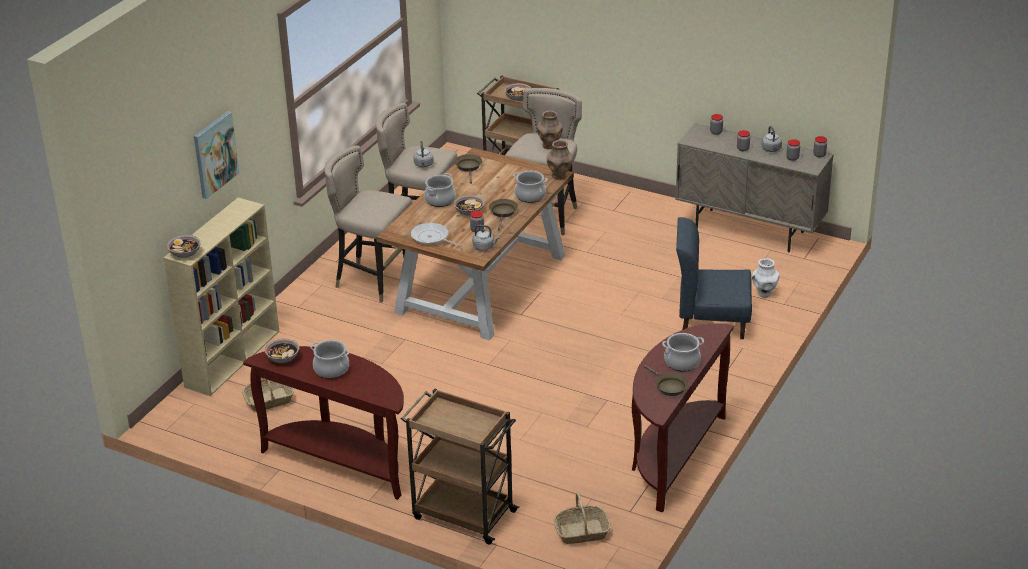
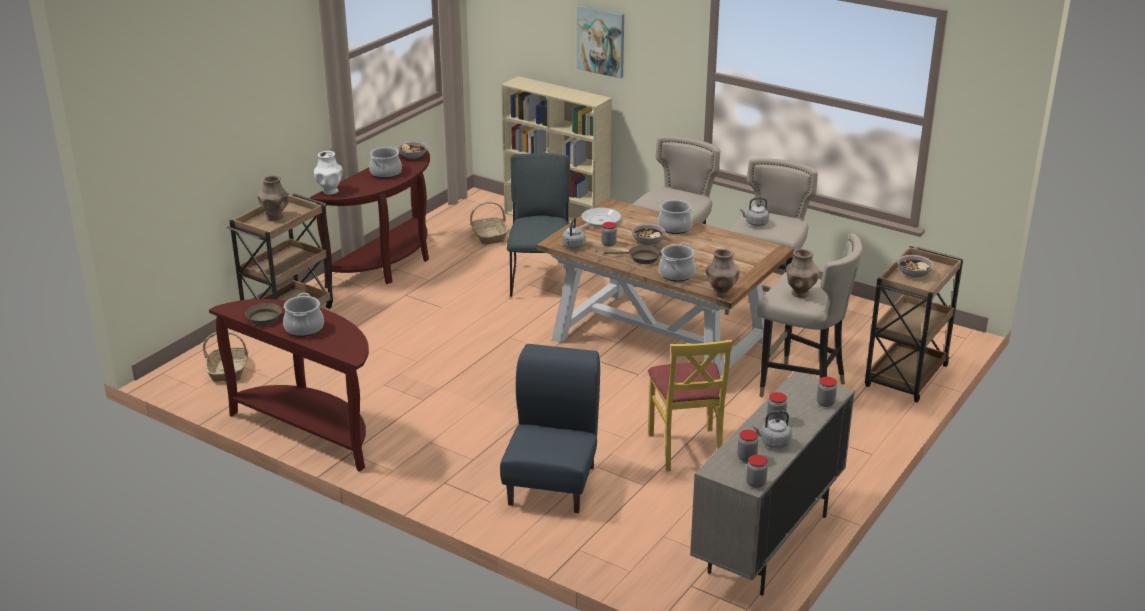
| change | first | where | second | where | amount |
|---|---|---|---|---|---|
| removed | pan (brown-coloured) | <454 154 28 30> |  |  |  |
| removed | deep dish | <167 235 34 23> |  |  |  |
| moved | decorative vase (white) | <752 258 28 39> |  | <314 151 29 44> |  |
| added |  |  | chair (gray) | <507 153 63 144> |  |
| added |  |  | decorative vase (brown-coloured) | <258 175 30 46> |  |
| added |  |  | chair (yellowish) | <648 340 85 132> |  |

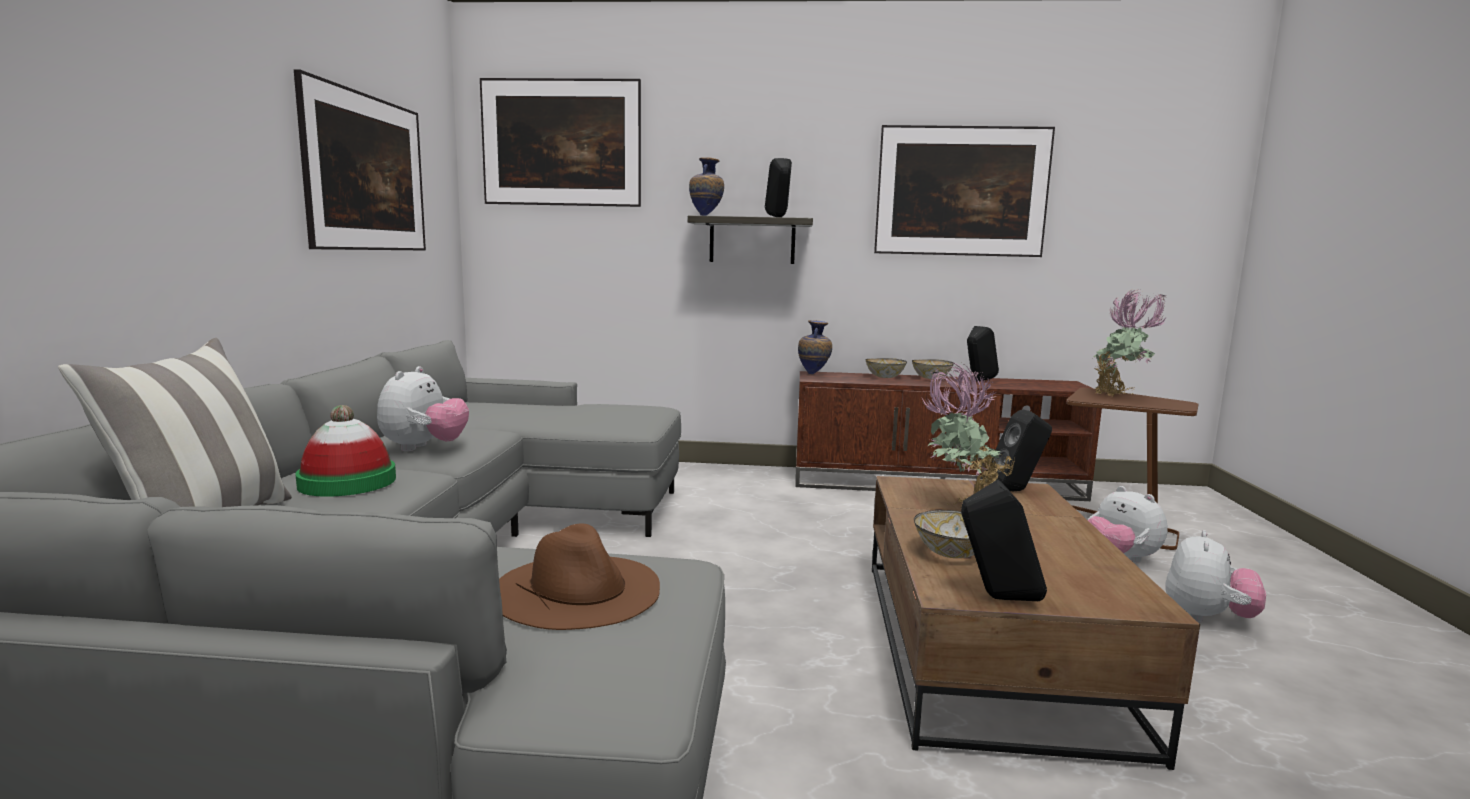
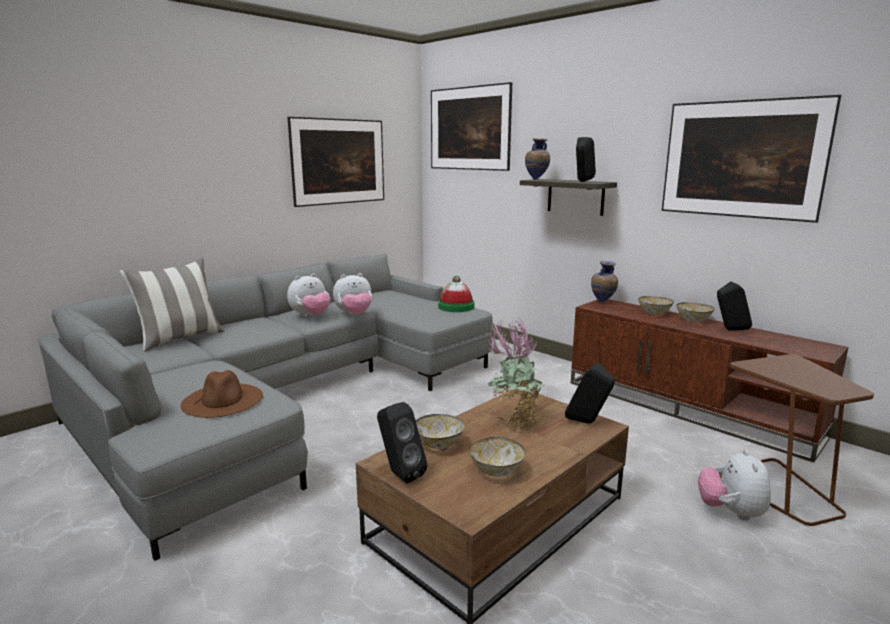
| change | first | where | second | where | amount |
|---|---|---|---|---|---|
| removed | plant in a pot | <1093 290 75 106> |  |  |  |
| moved | clothing hat | <295 405 101 92> |  | <438 276 36 36> |  |
| moved | soft toy | <1165 530 101 92> |  | <333 273 39 42> |  |
| added |  |  | deep dish | <469 437 56 40> |  |

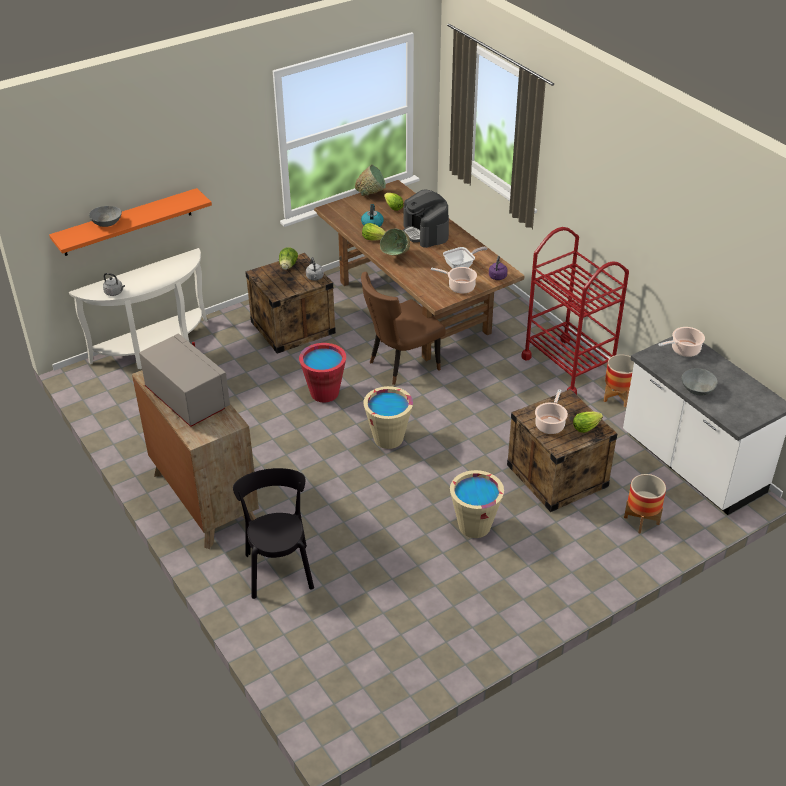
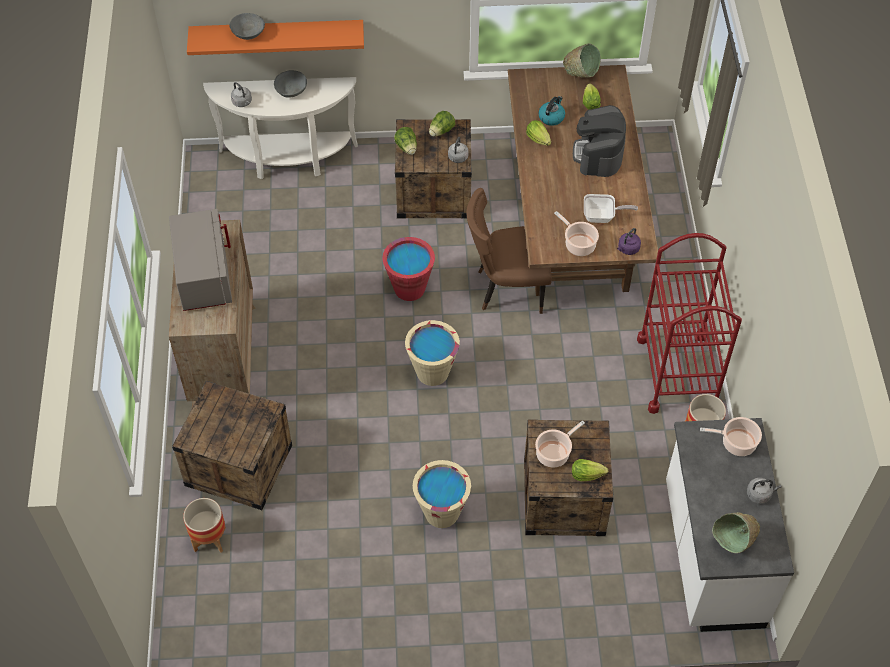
| change | first | where | second | where | amount |
|---|---|---|---|---|---|
| moved | deep dish (greenish) | <380 229 30 27> |  | <712 513 48 40> |  |
| moved | deep dish (gray) | <682 368 36 28> |  | <274 70 33 28> |  |
| replaced | chair (black-coloured) | <233 468 81 131> | crate | <172 381 120 129> |  |
| moved | plant pot | <624 474 42 60> |  | <183 498 43 55> |  |
| added |  |  | head of lettuce | <394 127 23 28> |  |
| added |  |  | water kettle (gray) | <747 478 35 26> |  |

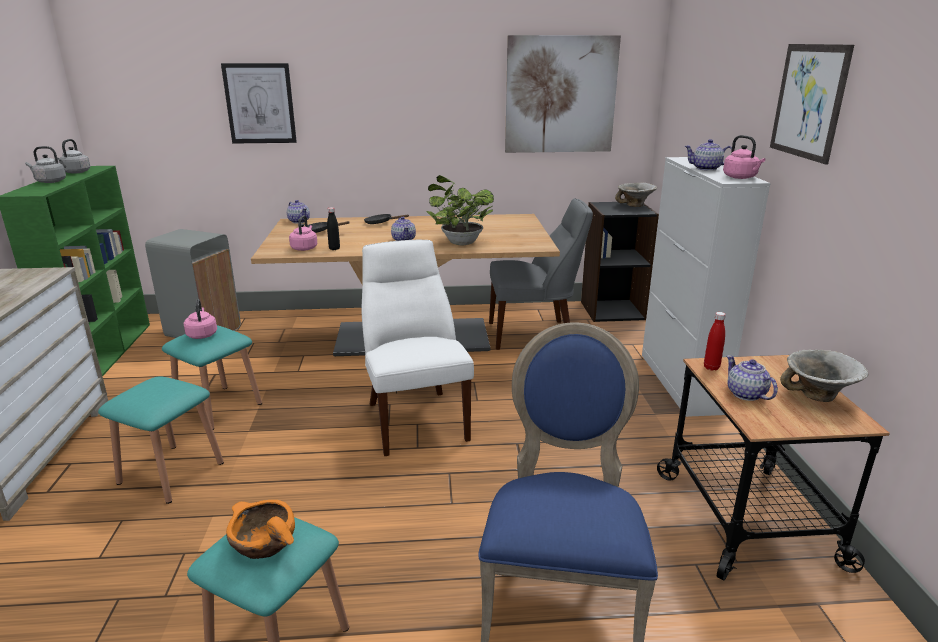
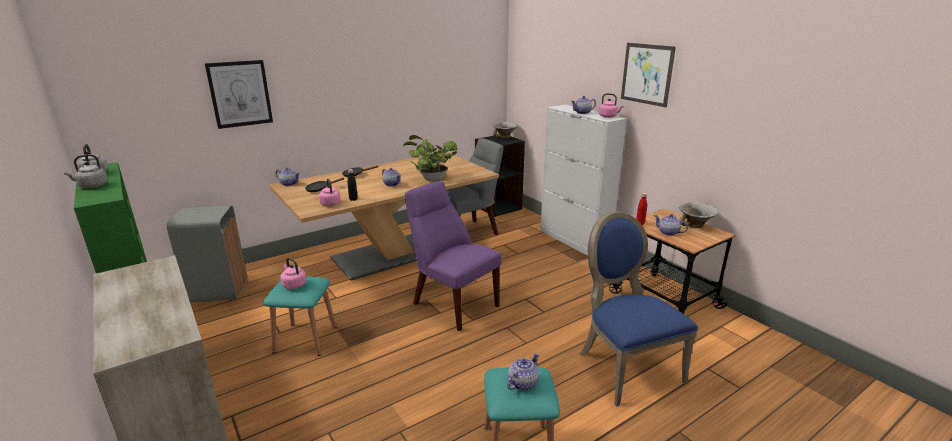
| change | first | where | second | where | amount |
|---|---|---|---|---|---|
| removed | picture | <505 35 116 118> |  |  |  |
| recoloured | chair (white) | <361 240 113 216> | chair (purplish) | <405 181 96 150> |  |
| removed | sitting stool (blue-green) | <98 376 126 128> |  |  |  |
| replaced | deep dish (orange-coloured) | <226 500 69 59> | tea pot | <507 353 32 37> |  |

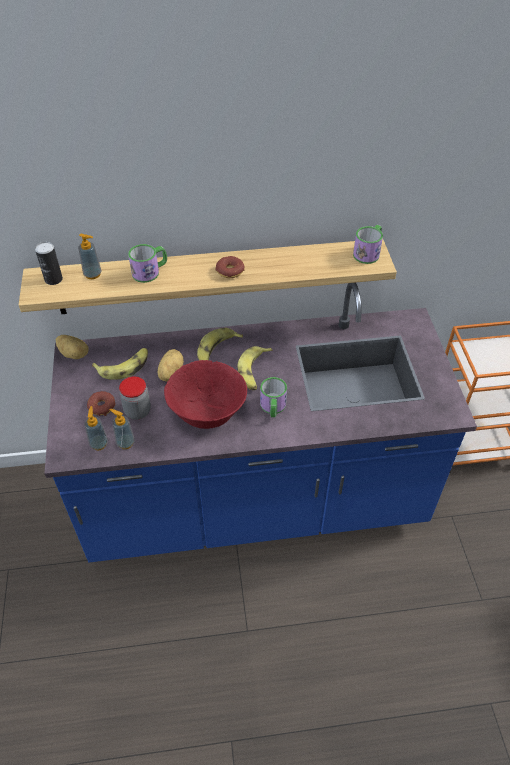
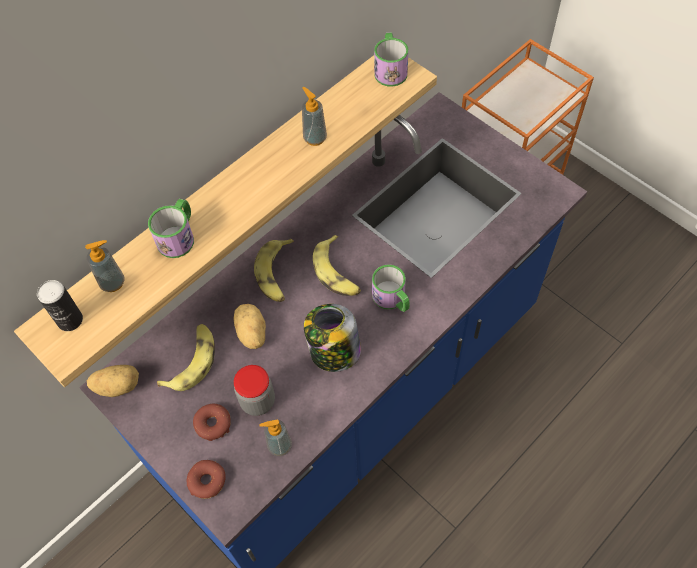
| change | first | where | second | where | amount |
|---|---|---|---|---|---|
| moved | donut | <215 256 30 22> |  | <187 460 39 39> |  |
| replaced | deep dish (reddish) | <164 360 83 69> | storage jar | <304 304 57 68> |  |
| moved | soap bottle | <84 406 24 44> |  | <302 87 25 59> |  |

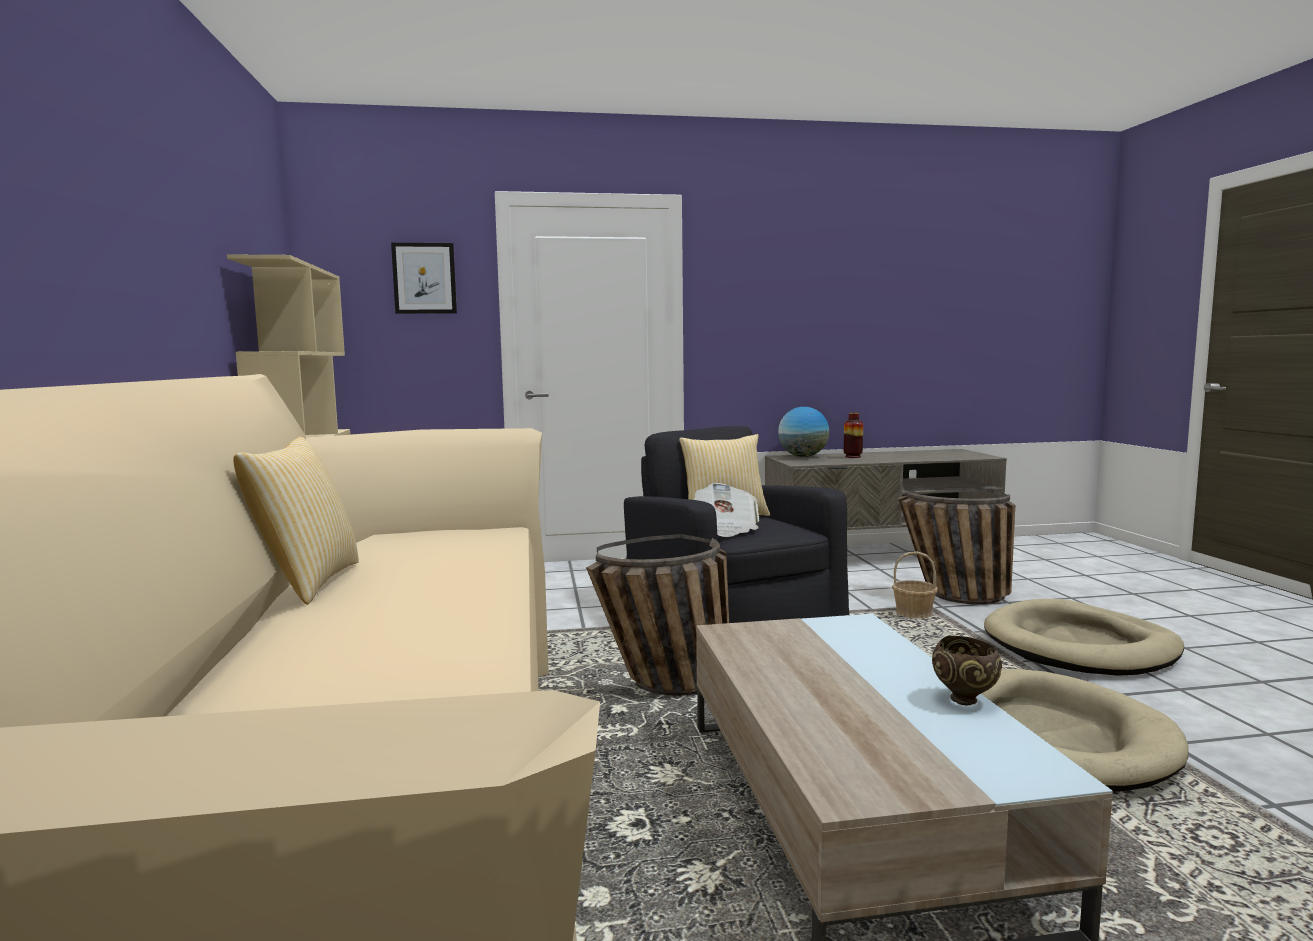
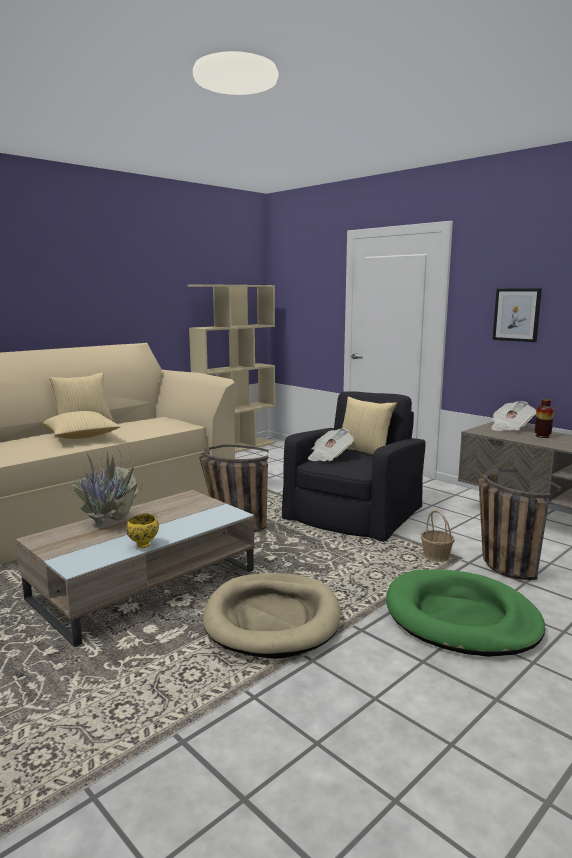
| change | first | where | second | where | amount |
|---|---|---|---|---|---|
| moved | picture | <391 243 66 71> |  | <493 289 49 53> |  |
| replaced | globe | <778 407 51 50> | daily paper | <491 401 45 30> |  |
| recoloured | dog cushion (beige-coloured) | <984 599 200 77> | dog cushion (greenish) | <386 569 159 88> |  |
| recoloured | deep dish (brown-coloured) | <932 636 70 69> | deep dish (yellowish) | <126 514 33 34> |  |
| added |  |  | pillow | <43 411 78 28> |  |
| added |  |  | plant in a pot | <69 441 74 103> |  |

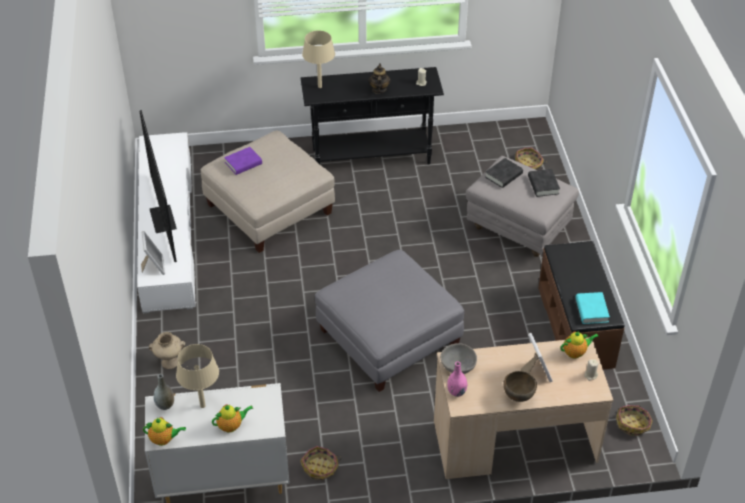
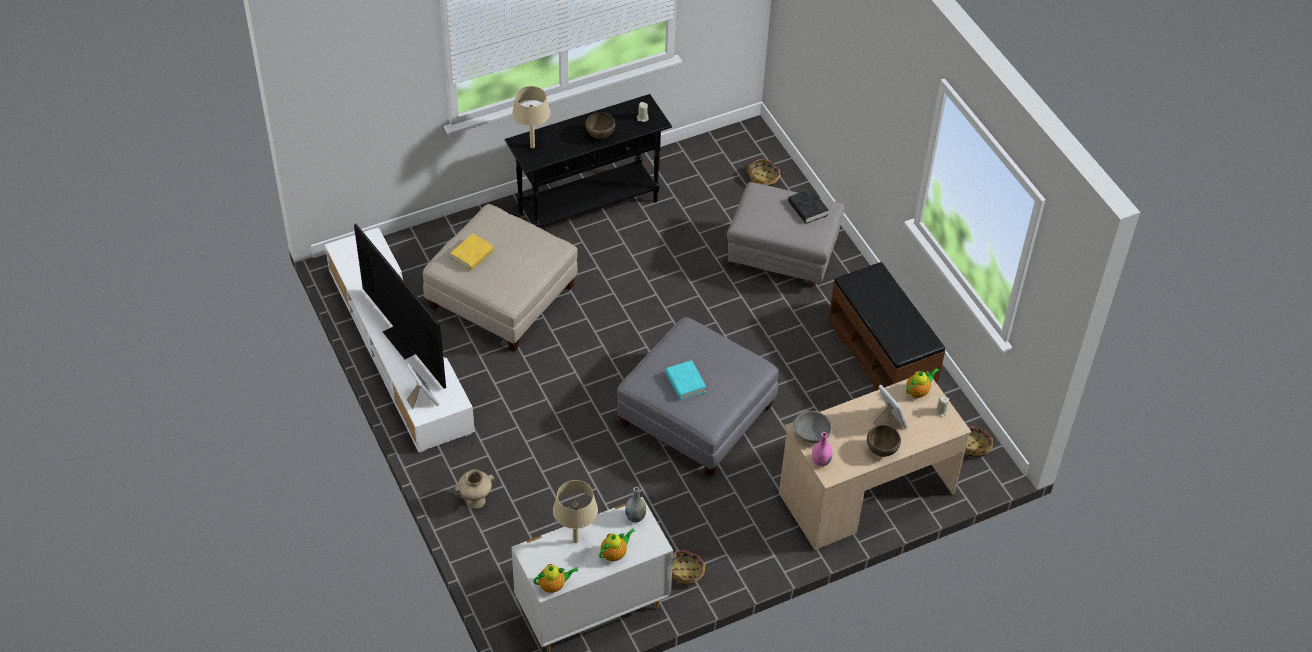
| change | first | where | second | where | amount |
|---|---|---|---|---|---|
| replaced | tea pot | <368 63 23 31> | deep dish (brown-coloured) | <585 112 30 27> |  |
| recoloured | bound book (purplish) | <224 147 38 28> | bound book (yellowish) | <450 234 44 37> |  |
| removed | bound book (black-coloured) | <485 158 38 30> |  |  |  |
| moved | bound book (blue-green) | <575 292 35 32> |  | <665 360 41 40> |  |
| moved | decorative vase (gray) | <154 374 20 36> |  | <625 487 21 35> |  |

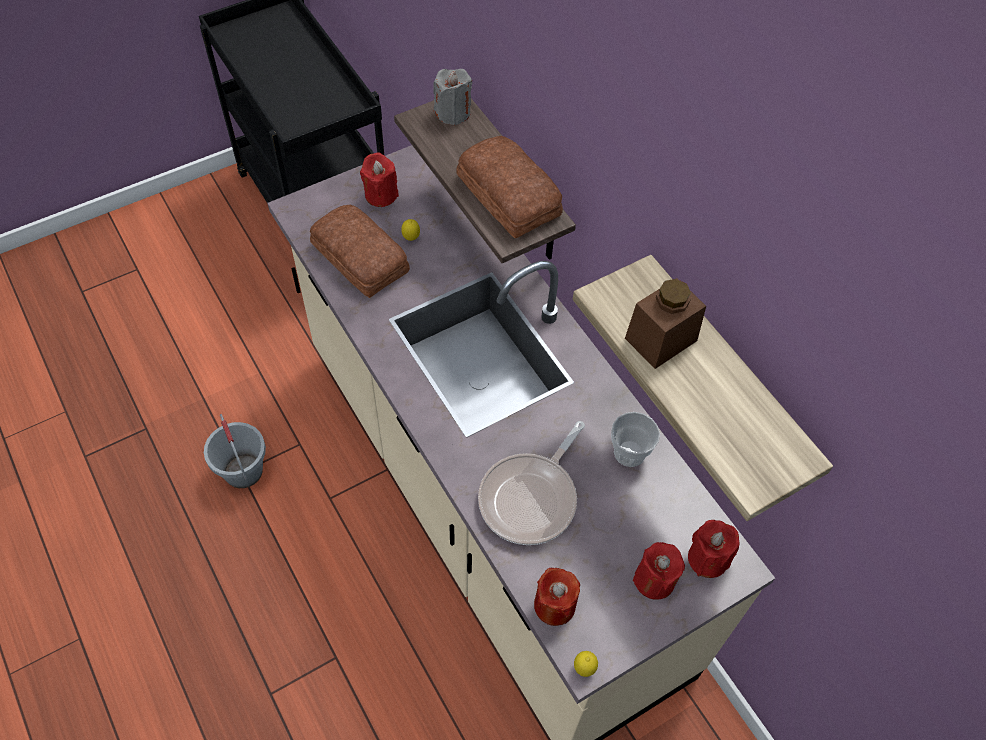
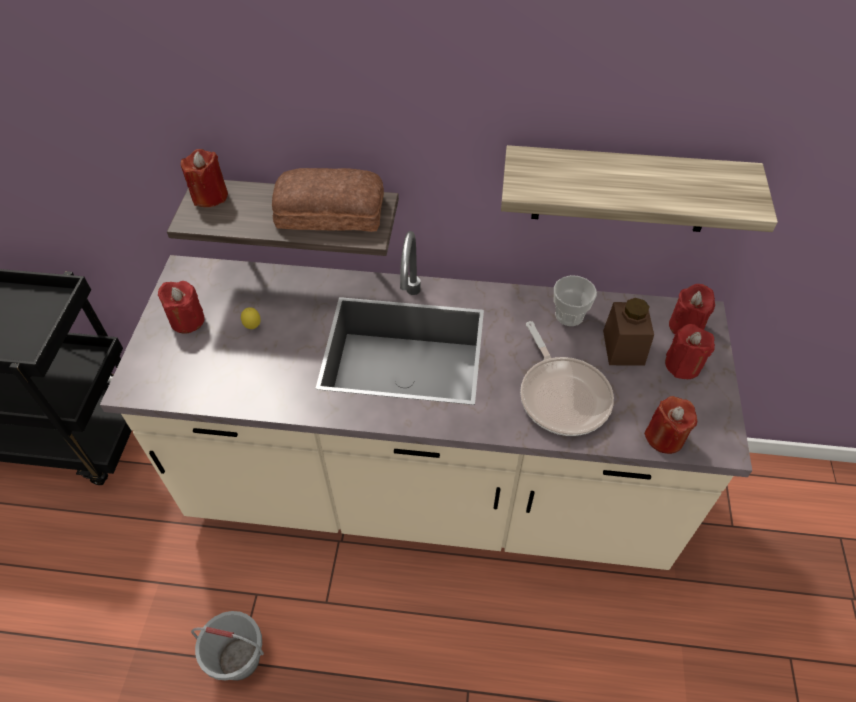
| change | first | where | second | where | amount |
|---|---|---|---|---|---|
| recoloured | candle (gray) | <433 69 39 56> | candle (reddish) | <181 149 47 58> |  |
| removed | baked bread | <310 205 100 93> |  |  |  |
| moved | storage jar (brown-coloured) | <625 278 81 91> |  | <603 298 51 68> |  |
| removed | whole lemon | <574 651 24 26> |  |  |  |

